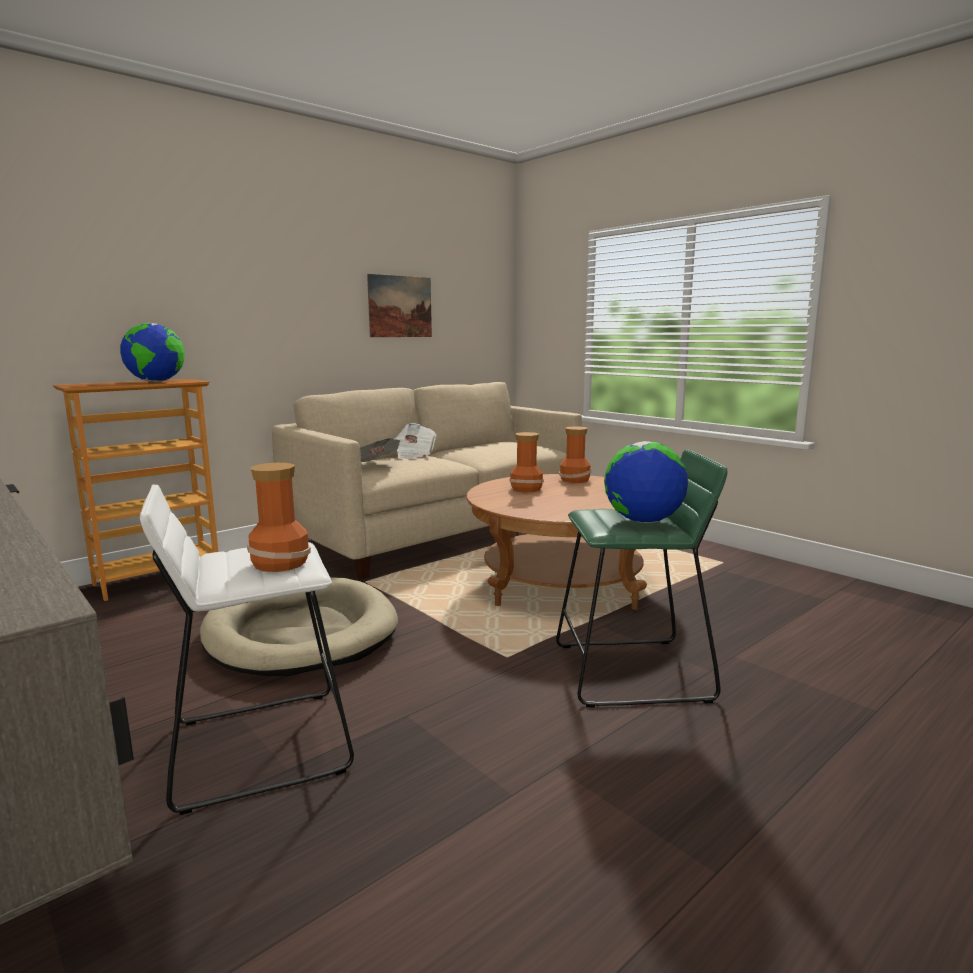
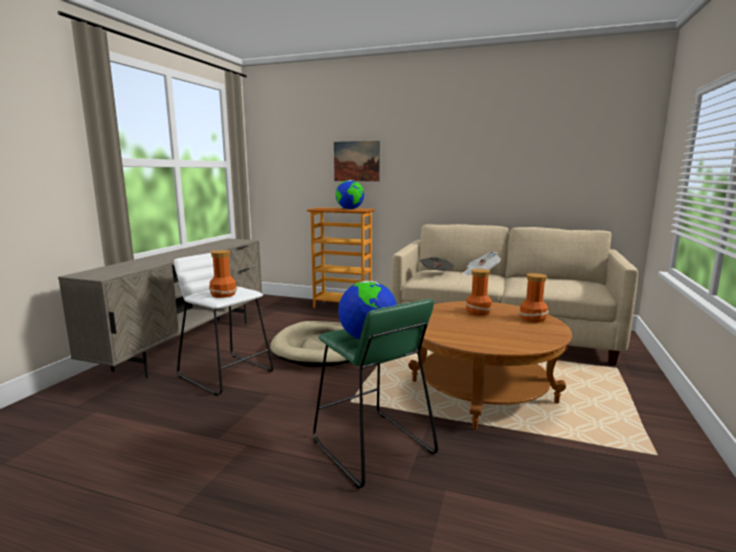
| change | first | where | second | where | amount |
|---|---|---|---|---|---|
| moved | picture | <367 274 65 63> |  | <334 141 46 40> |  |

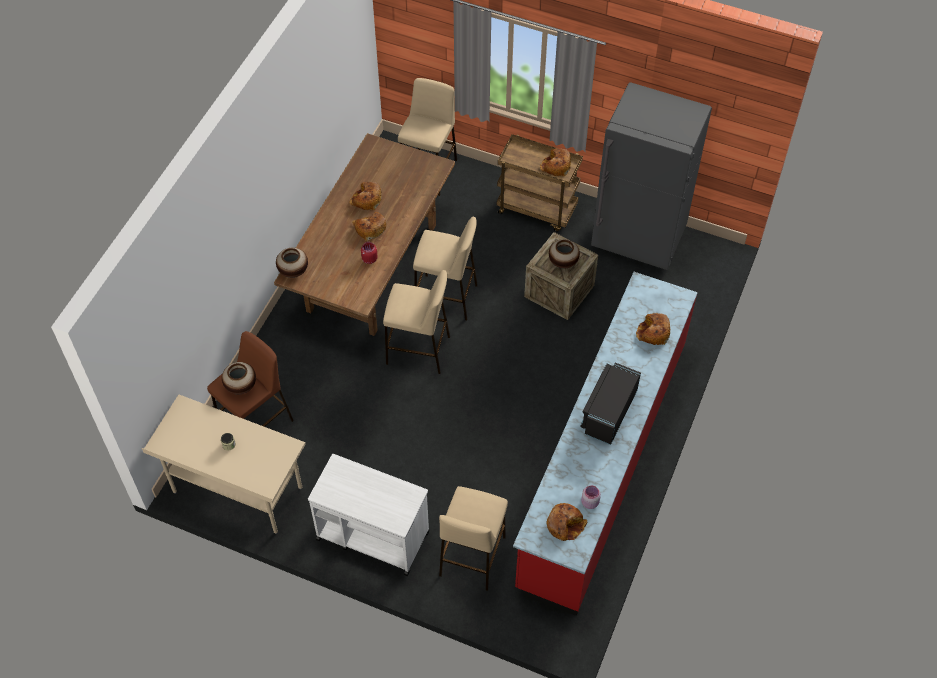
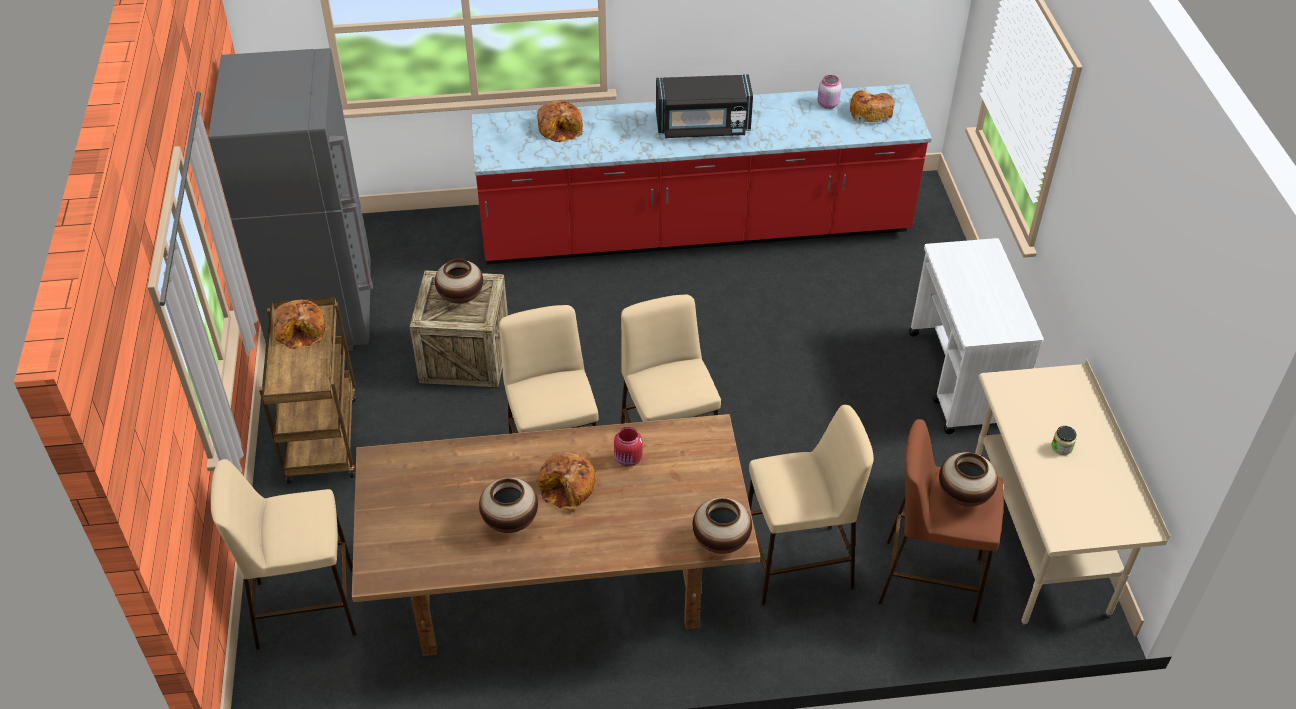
| change | first | where | second | where | amount |
|---|---|---|---|---|---|
| replaced | baked bread | <350 182 32 28> | decorative vase | <479 478 59 55> |  |
| moved | sitting stool (beige-coloured) | <439 486 69 105> |  | <748 405 126 201> |  |

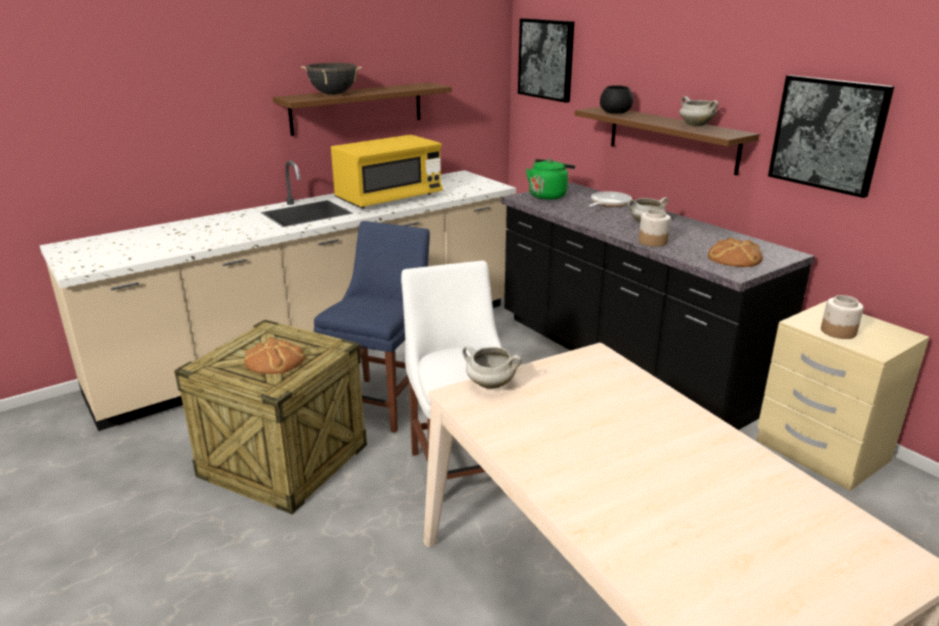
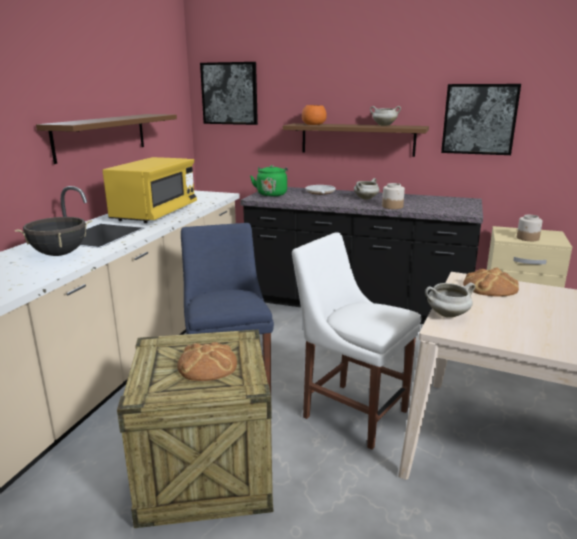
| change | first | where | second | where | amount |
|---|---|---|---|---|---|
| moved | stockpot (black-coloured) | <301 63 61 32> |  | <15 217 77 39> |  |
| recoloured | deep dish (black-coloured) | <600 85 33 29> | deep dish (orange-coloured) | <302 105 25 20> |  |
| moved | baked bread | <708 238 55 29> |  | <463 268 56 29> |  |

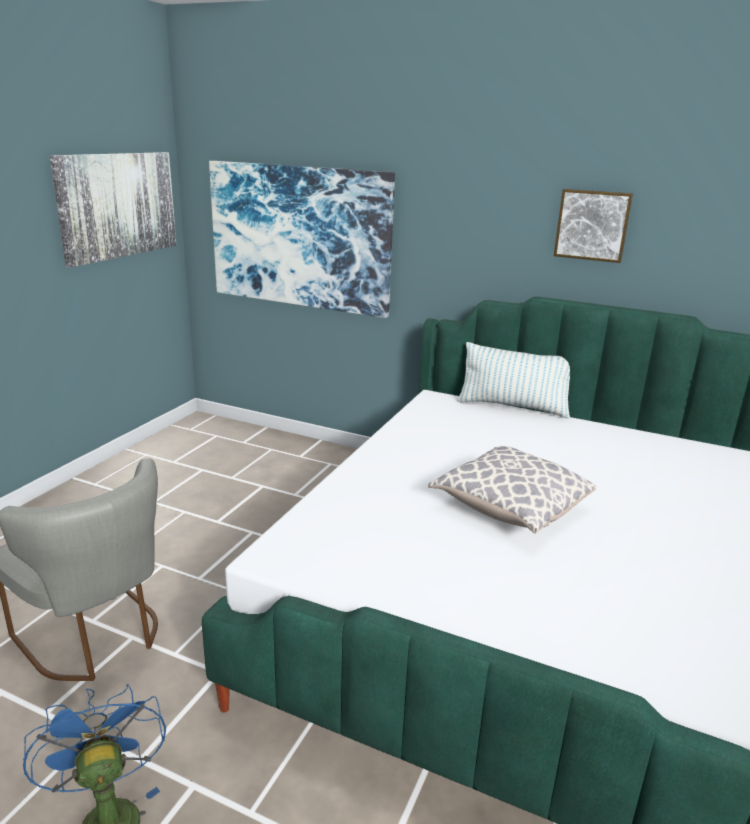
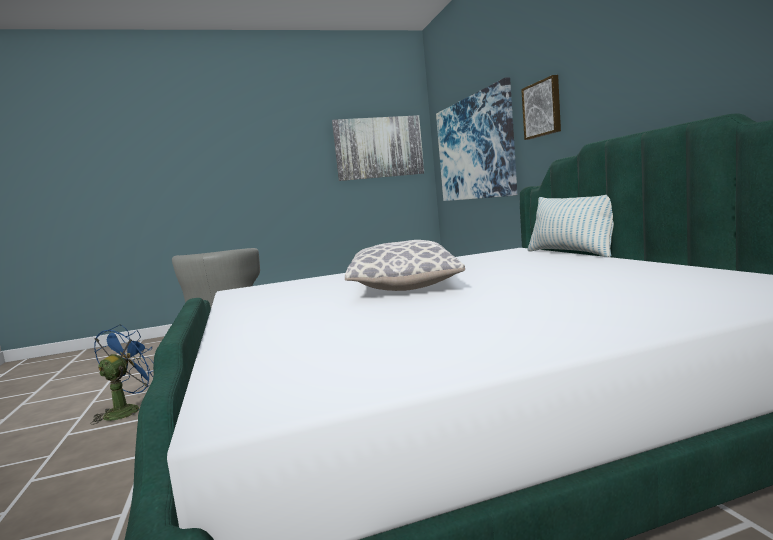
| change | first | where | second | where | amount |
|---|---|---|---|---|---|
| moved | picture | <554 189 79 74> |  | <521 75 40 65> |  |

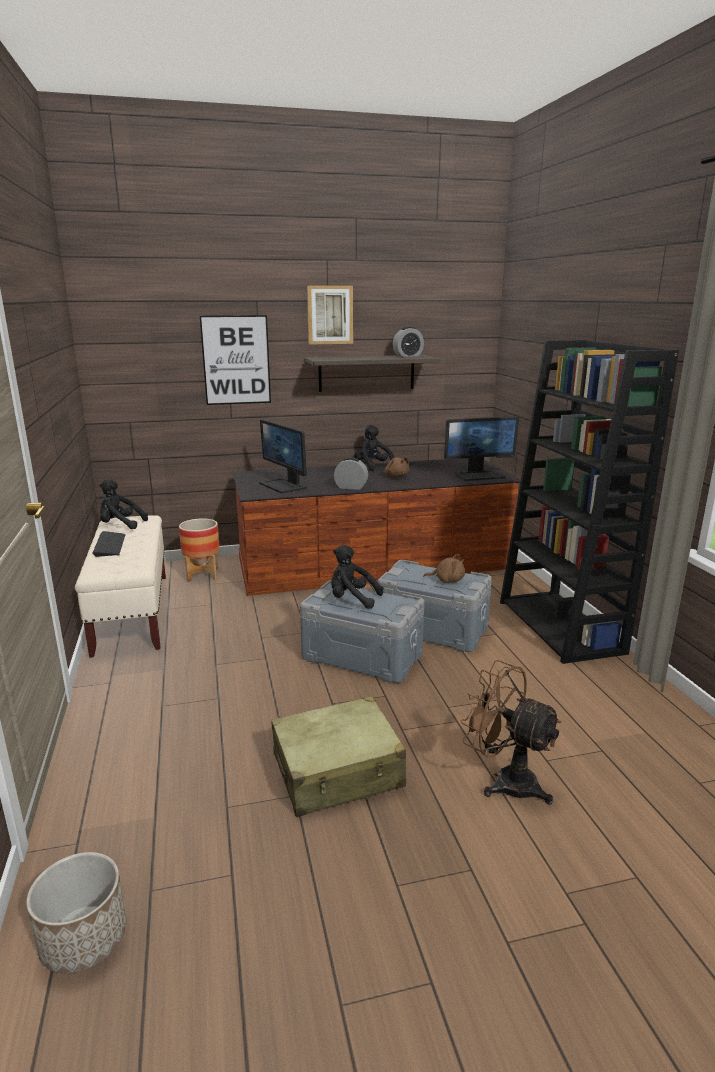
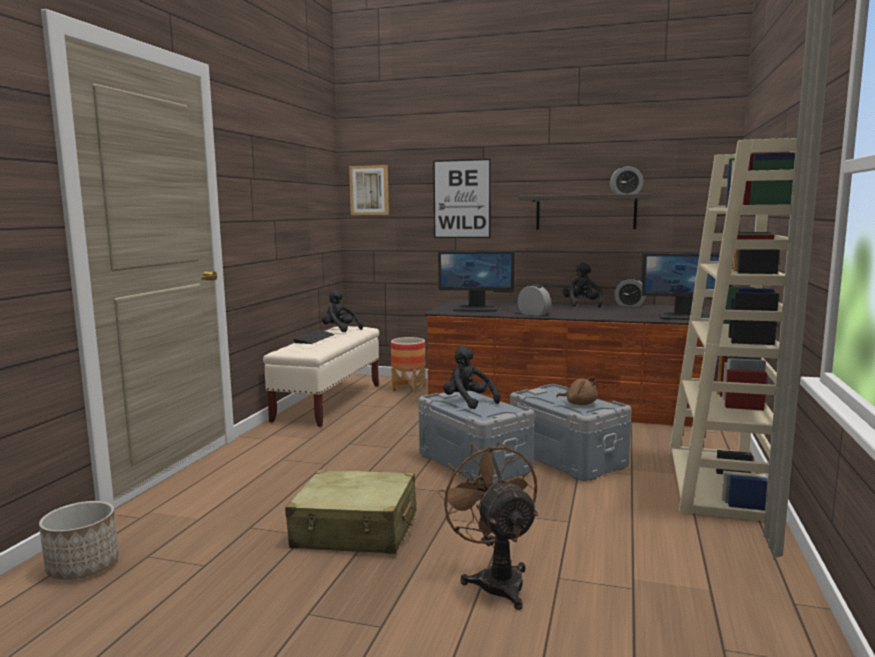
| change | first | where | second | where | amount |
|---|---|---|---|---|---|
| moved | picture | <307 285 46 60> |  | <349 165 40 50> |  |
| recoloured | bookcase (black-coloured) | <500 340 179 324> | bookcase (beige-coloured) | <669 138 128 383> |  |
| turned | computer display | <259 419 48 74> |  | <438 251 77 61> | 75 degrees counterclockwise |
| removed | soft toy (brown-coloured) | <385 457 25 21> |  |  |  |
| added |  |  | bedside clock | <614 277 32 30> |  |

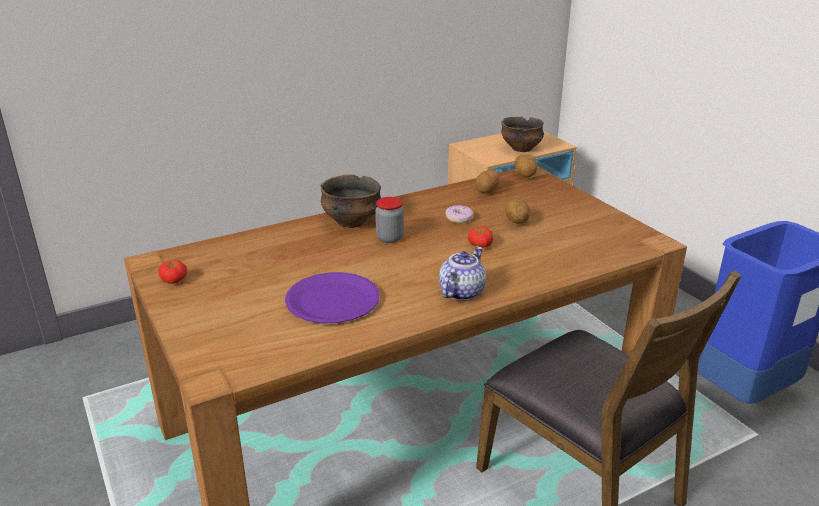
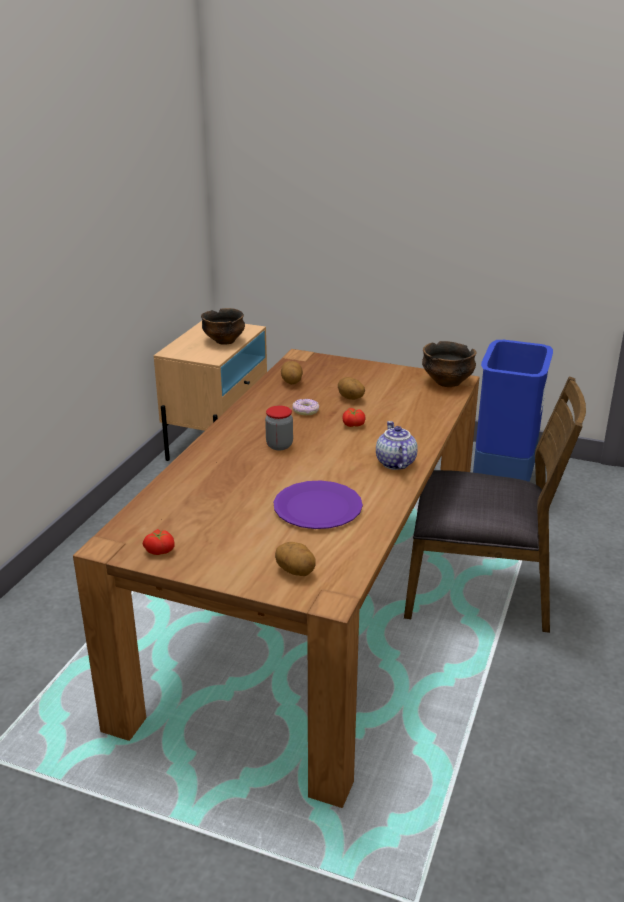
| change | first | where | second | where | amount |
|---|---|---|---|---|---|
| moved | whole potato | <514 154 23 24> |  | <275 542 41 34> |  |
| moved | deep dish | <320 175 61 53> |  | <422 341 54 46> |  |

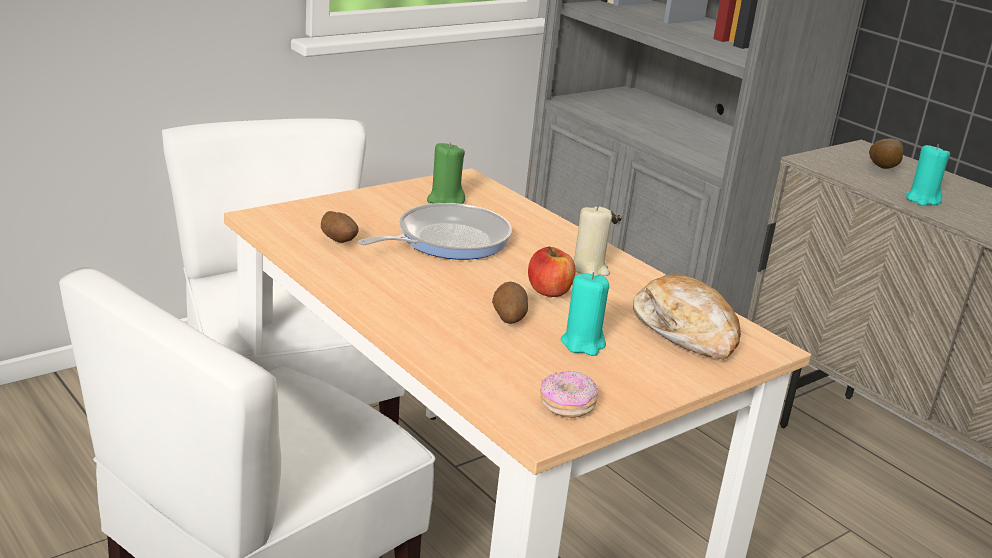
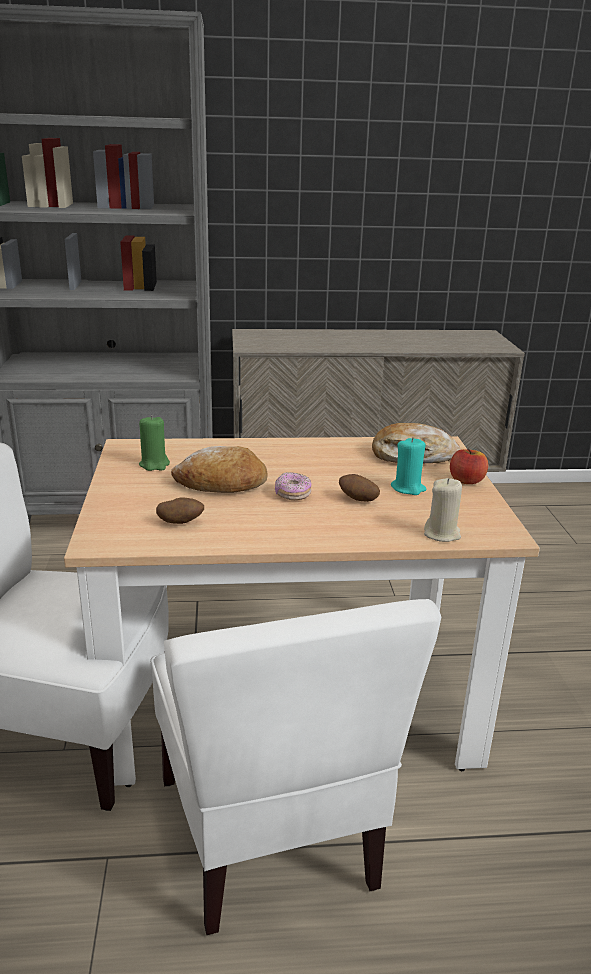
| change | first | where | second | where | amount |
|---|---|---|---|---|---|
| removed | whole potato | <869 138 34 31> |  |  |  |
| removed | candle (blue-green) | <906 144 44 62> |  |  |  |
| replaced | pan | <358 203 154 57> | baked bread | <171 446 97 47> |  |
| moved | candle (beige-coloured) | <572 205 40 71> |  | <424 478 38 64> |  |
| moved | whole apple | <528 246 48 51> |  | <450 449 38 35> |  |
| moved | donut | <540 371 58 47> |  | <275 472 37 28> |  |

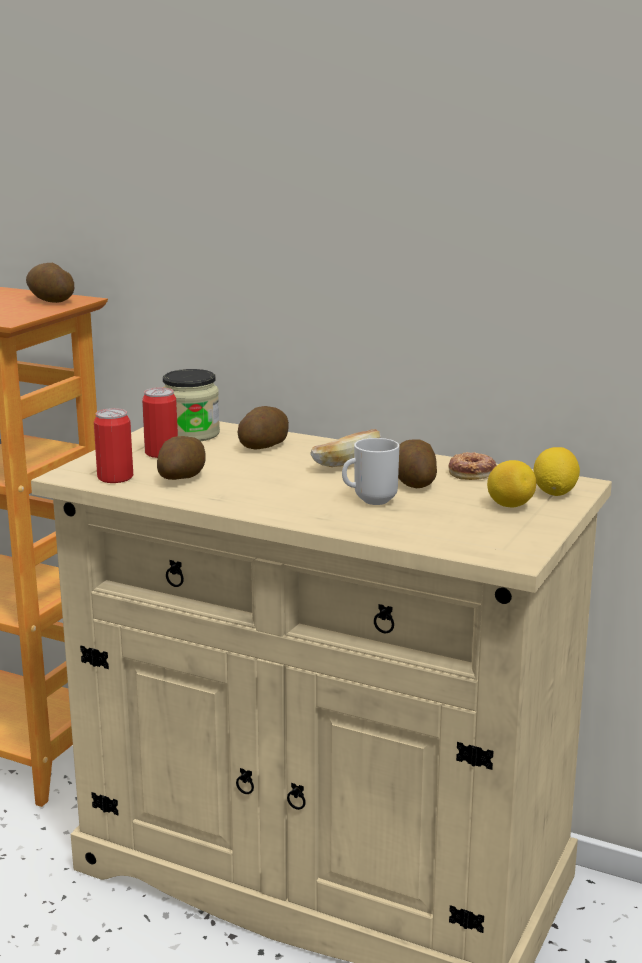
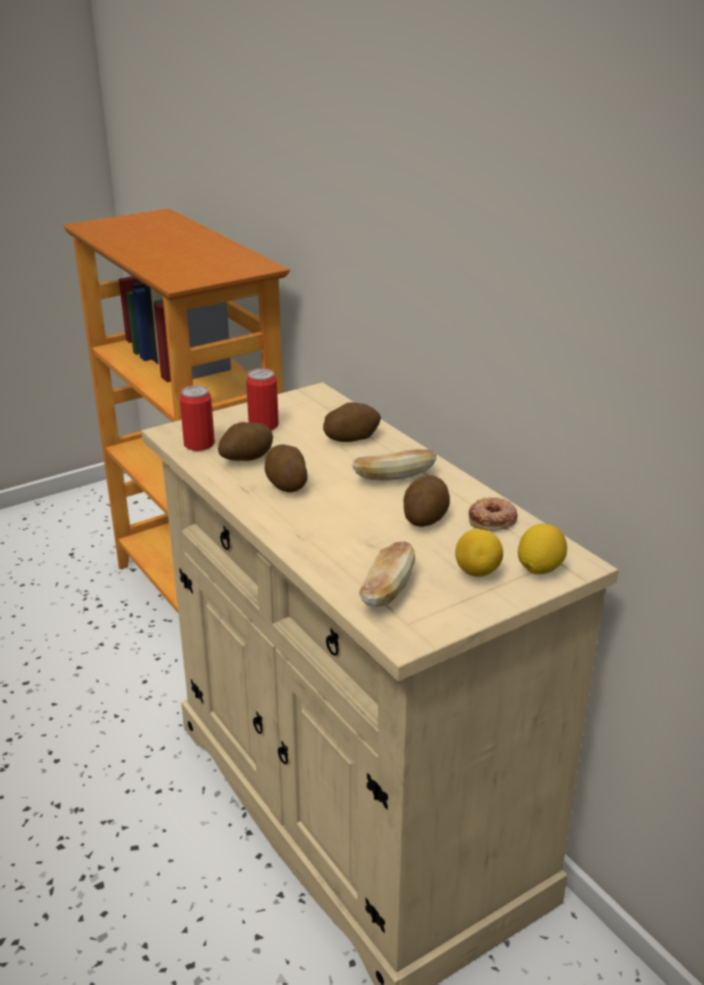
| change | first | where | second | where | amount |
|---|---|---|---|---|---|
| moved | whole potato | <26 263 48 40> |  | <264 444 44 48> |  |
| removed | storage jar | <163 369 57 72> |  |  |  |
| removed | tea mug | <342 438 57 67> |  |  |  |
| added |  |  | baked bread | <359 542 56 65> |  |

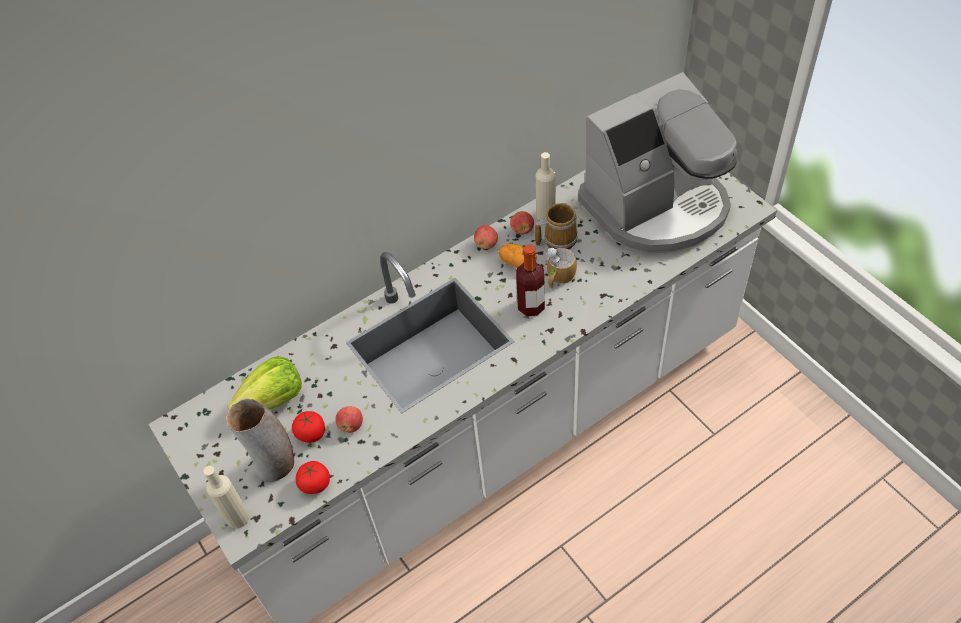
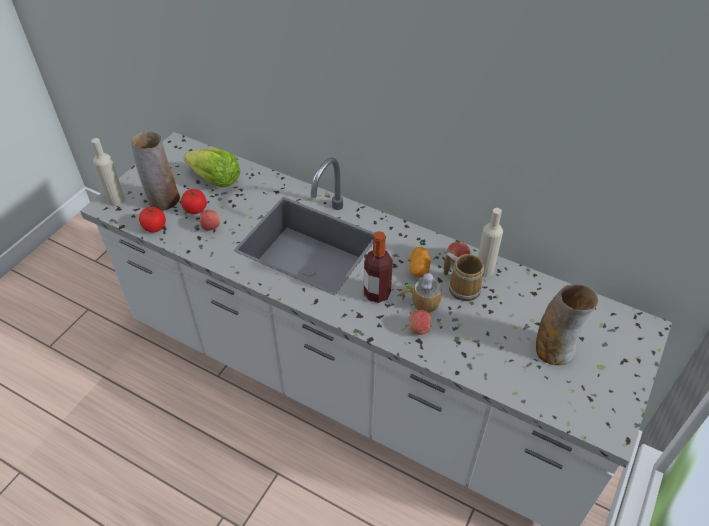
| change | first | where | second | where | amount |
|---|---|---|---|---|---|
| replaced | coffee machine | <578 72 159 182> | decorative vase | <536 285 63 80> |  |
| moved | whole apple | <474 225 24 24> |  | <409 310 23 25> |  |

